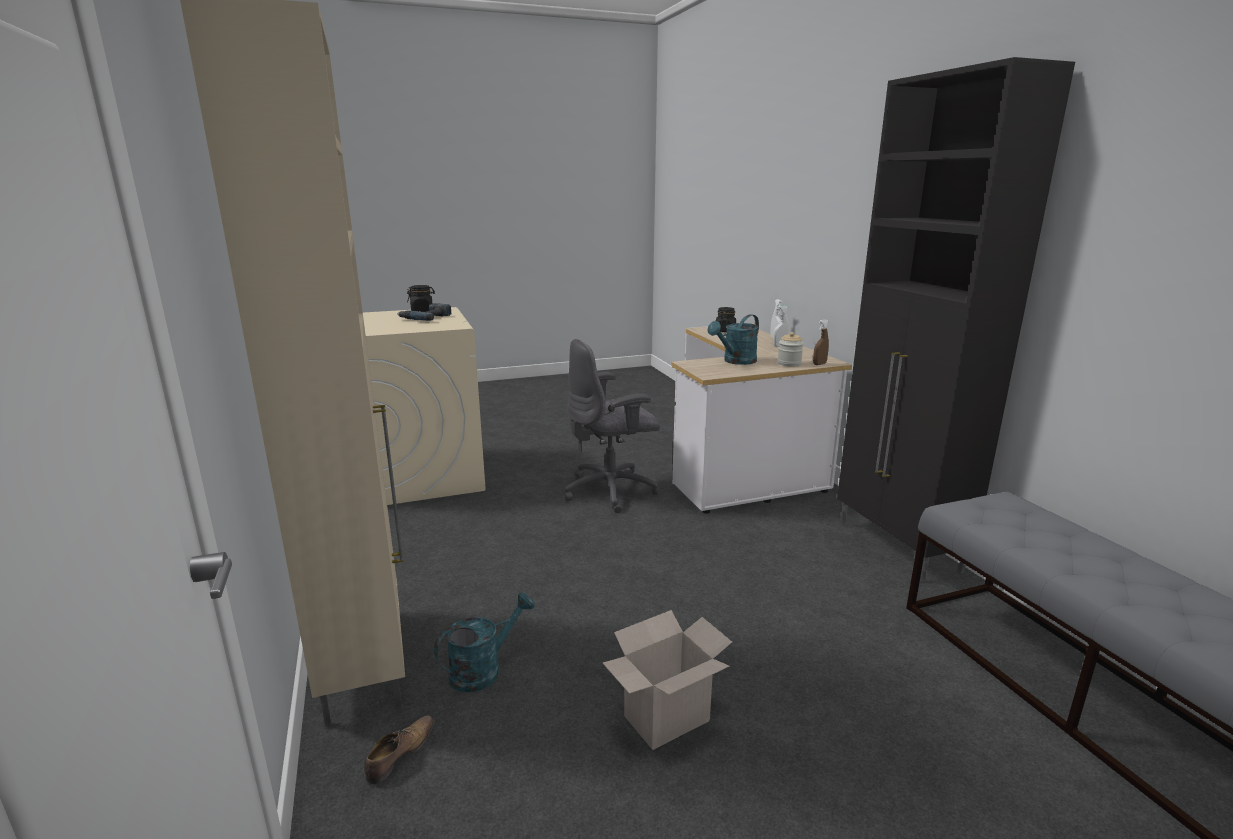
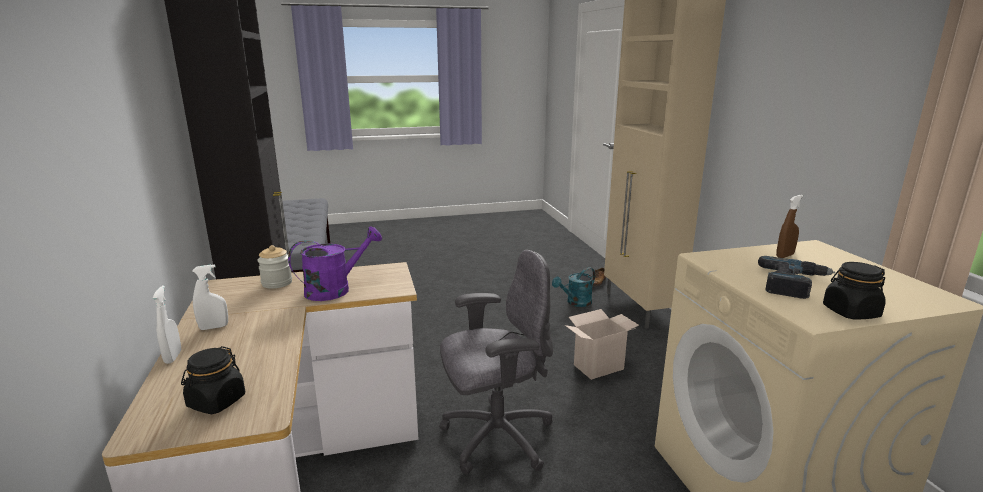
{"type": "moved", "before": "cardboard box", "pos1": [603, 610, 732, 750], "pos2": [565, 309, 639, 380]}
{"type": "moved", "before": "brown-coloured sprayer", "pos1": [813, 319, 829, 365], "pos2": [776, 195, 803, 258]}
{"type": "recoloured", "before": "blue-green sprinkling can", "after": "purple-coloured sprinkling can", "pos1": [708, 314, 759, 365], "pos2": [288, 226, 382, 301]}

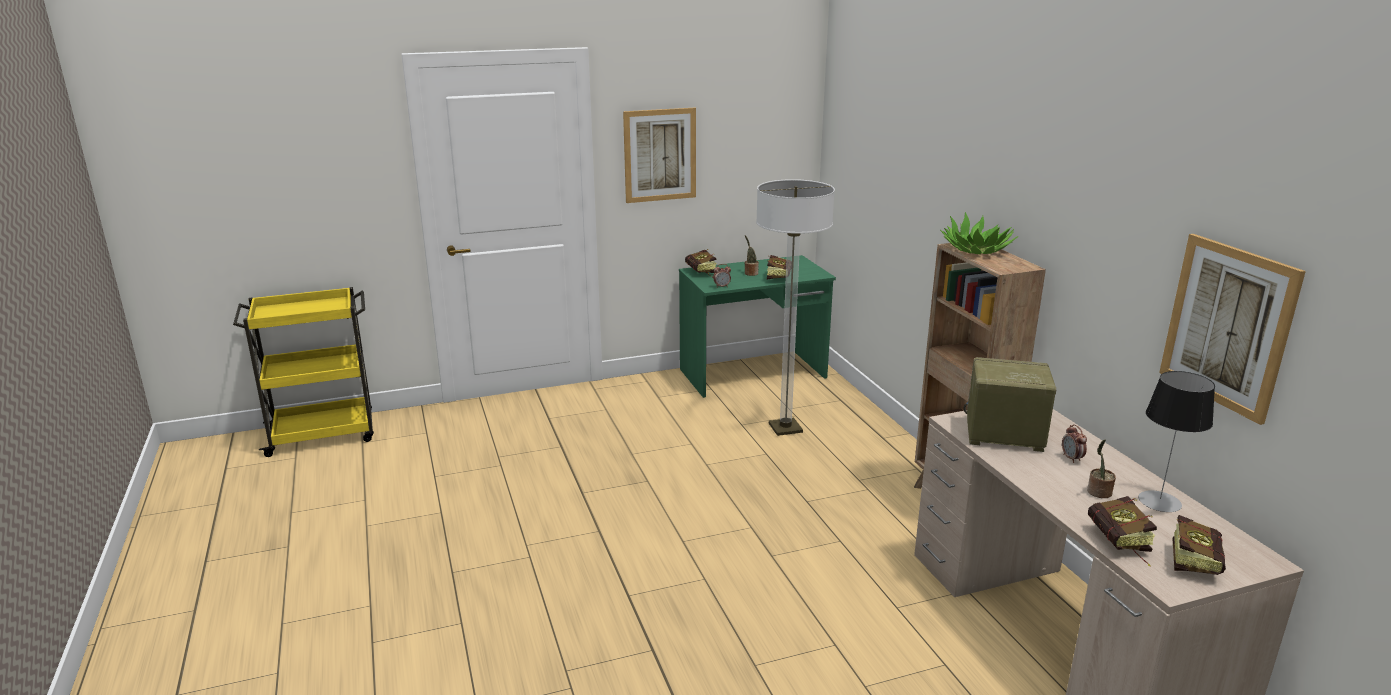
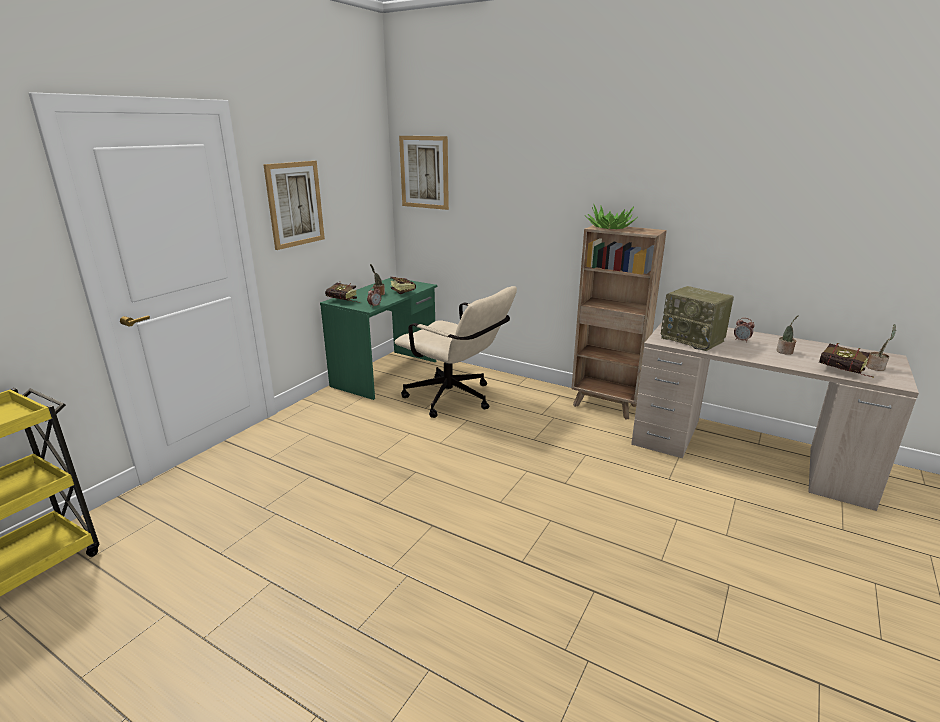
{"type": "removed", "before": "lamp for a table", "pos1": [1138, 371, 1215, 512]}
{"type": "moved", "before": "wall picture", "pos1": [1159, 234, 1306, 425], "pos2": [399, 136, 449, 210]}
{"type": "replaced", "before": "floor lamp", "after": "sand-coloured office chair", "pos1": [756, 179, 835, 436], "pos2": [395, 286, 517, 418]}
{"type": "replaced", "before": "bound book", "after": "houseplant", "pos1": [1173, 515, 1226, 575], "pos2": [866, 324, 896, 371]}
{"type": "turned", "before": "radio receiver", "pos1": [963, 357, 1056, 452], "pos2": [661, 286, 734, 351], "turn": -105}

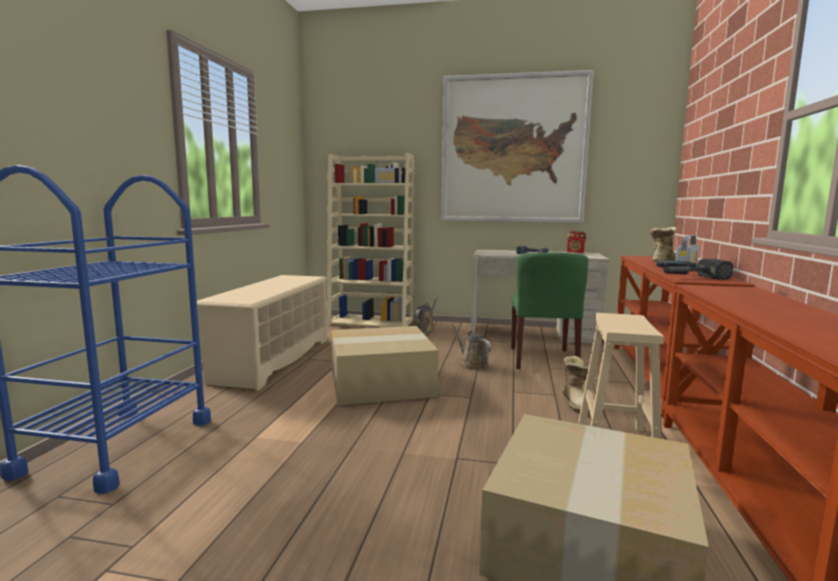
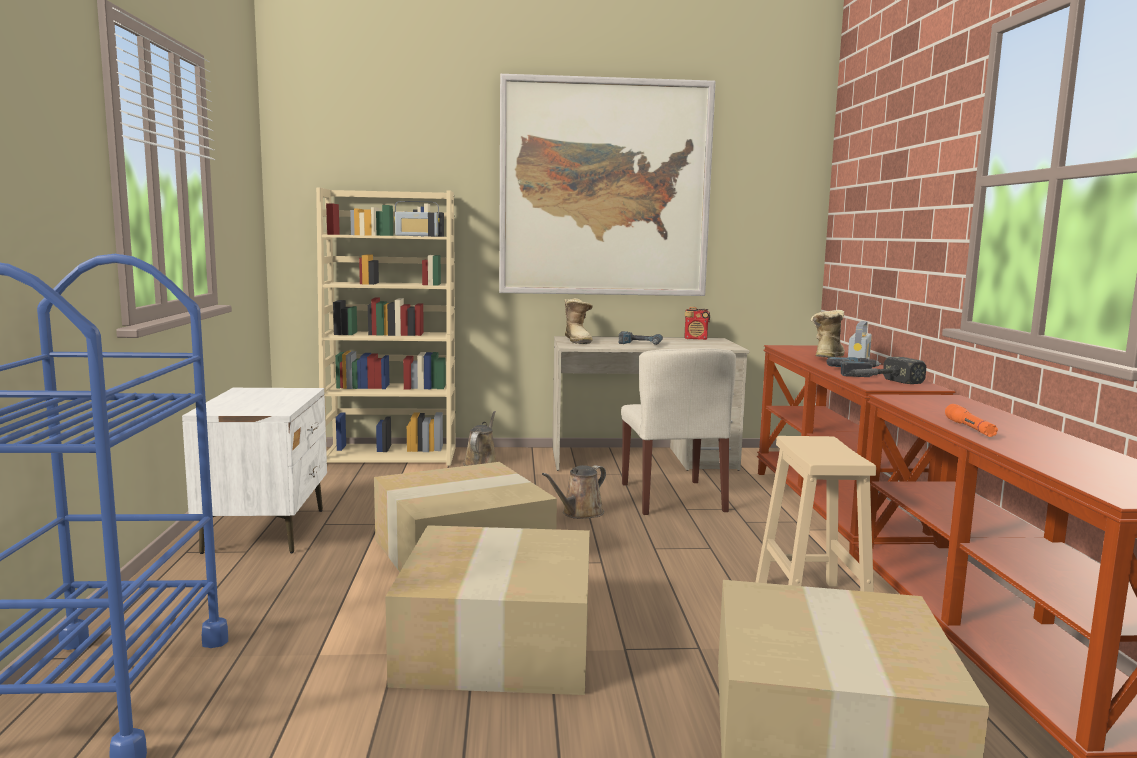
{"type": "added", "after": "cardboard box", "pos2": [385, 525, 590, 695]}
{"type": "added", "after": "orange flashlight", "pos2": [945, 404, 998, 437]}
{"type": "moved", "before": "high-top boot", "pos1": [563, 356, 590, 414], "pos2": [564, 298, 593, 344]}
{"type": "replaced", "before": "sand-coloured shoe rack", "after": "white night table", "pos1": [197, 275, 327, 391], "pos2": [182, 388, 327, 554]}
{"type": "recoloured", "before": "green chair", "after": "sand-coloured chair", "pos1": [511, 253, 588, 369], "pos2": [621, 348, 736, 515]}
{"type": "turned", "before": "brown-coloured sprinkling can", "pos1": [451, 322, 492, 370], "pos2": [542, 465, 606, 519], "turn": -90}

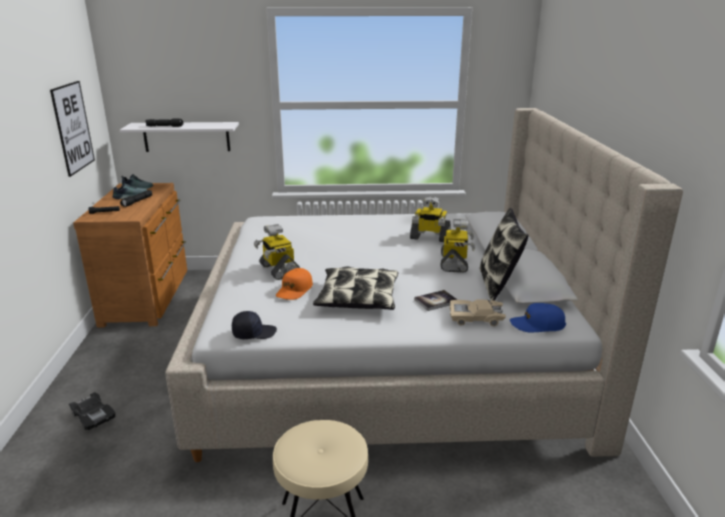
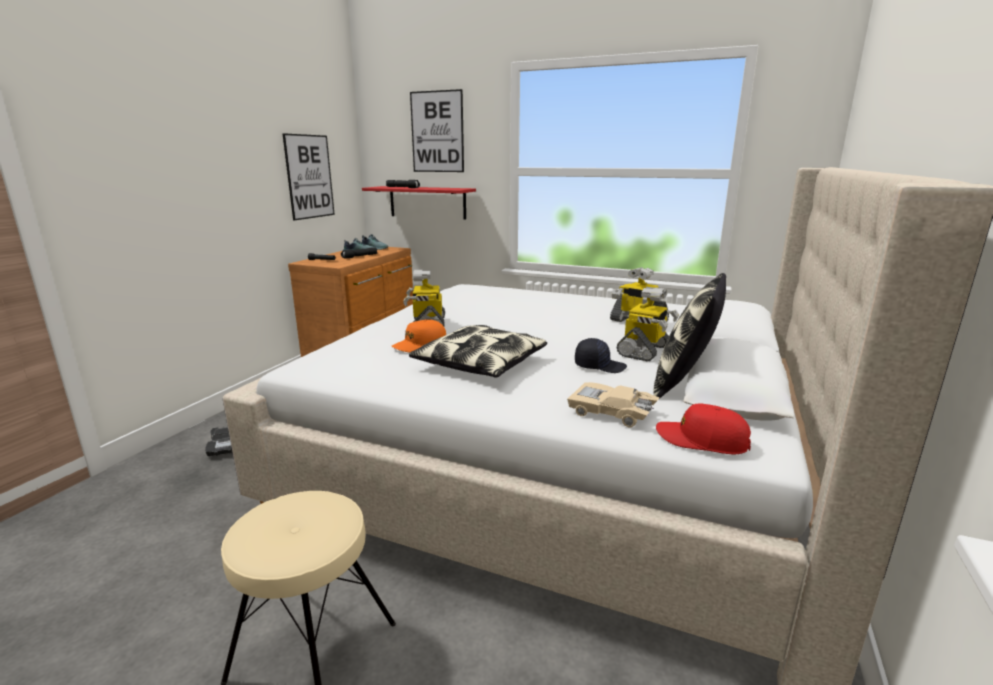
{"type": "removed", "before": "bound book", "pos1": [414, 290, 458, 311]}
{"type": "added", "after": "wall picture", "pos2": [410, 89, 464, 172]}
{"type": "moved", "before": "black peaked cap", "pos1": [232, 311, 277, 339], "pos2": [575, 338, 627, 373]}
{"type": "recoloured", "before": "white shelf", "after": "red shelf", "pos1": [120, 122, 239, 152], "pos2": [362, 186, 476, 220]}
{"type": "recoloured", "before": "blue peaked cap", "after": "red peaked cap", "pos1": [510, 303, 566, 333], "pos2": [656, 403, 751, 454]}

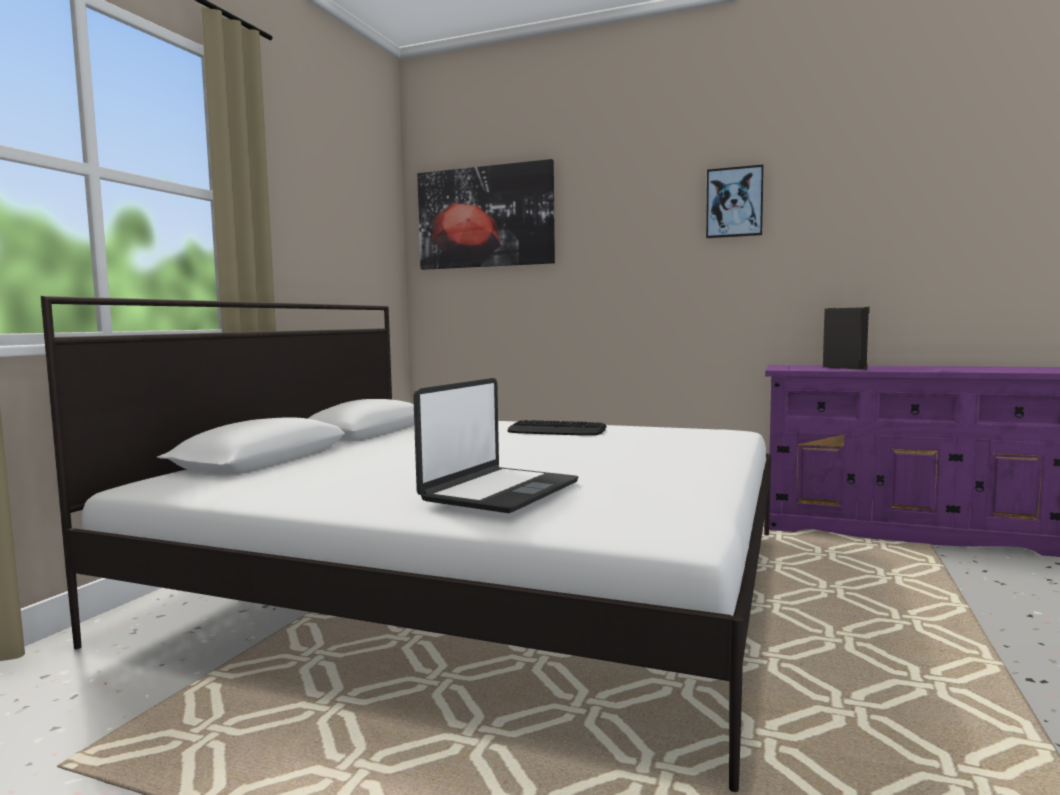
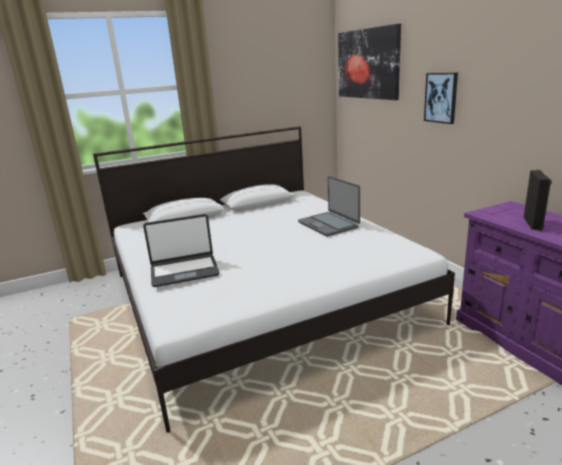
{"type": "moved", "before": "wall picture", "pos1": [706, 165, 764, 238], "pos2": [424, 73, 458, 124]}
{"type": "replaced", "before": "keyboard", "after": "notebook computer", "pos1": [508, 420, 607, 436], "pos2": [298, 176, 360, 237]}

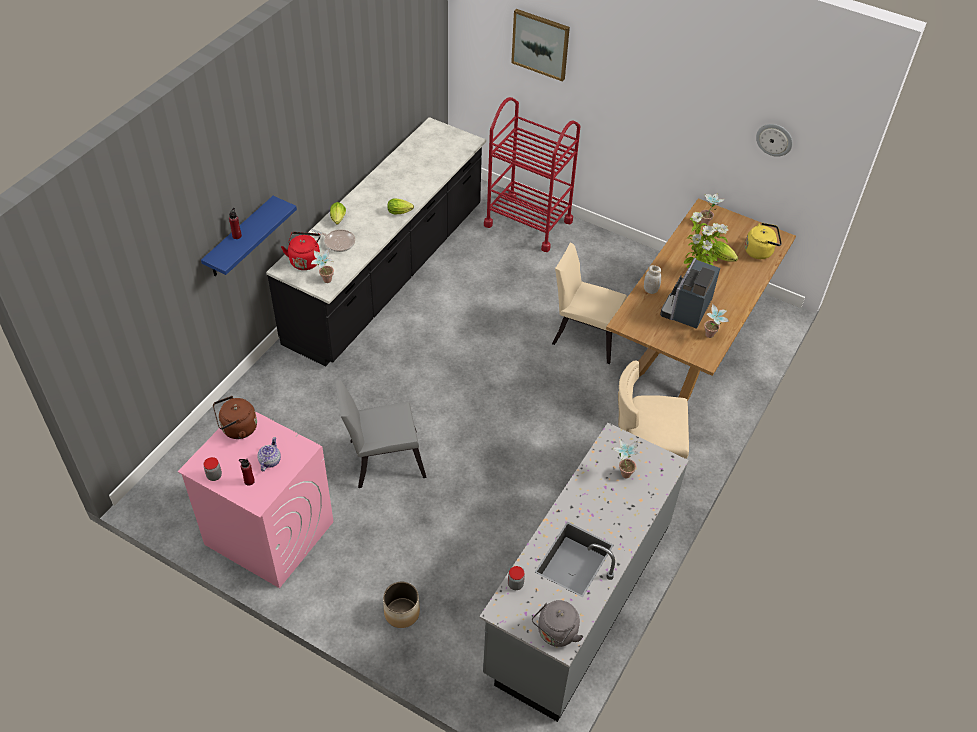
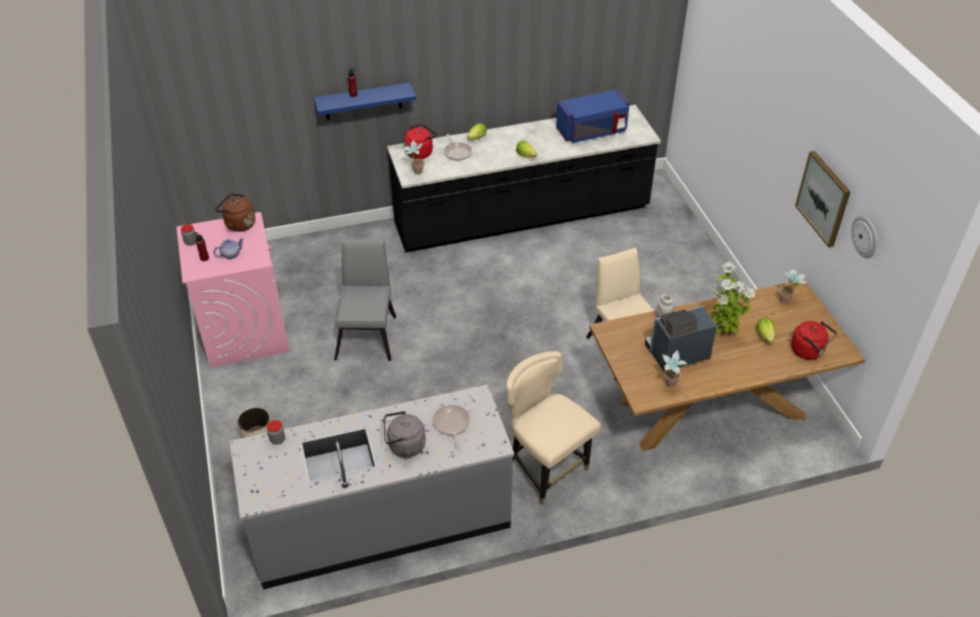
{"type": "removed", "before": "red wheeled cart", "pos1": [484, 97, 581, 252]}
{"type": "added", "after": "blue microwave oven", "pos2": [556, 89, 630, 143]}
{"type": "moved", "before": "wall picture", "pos1": [511, 9, 570, 82], "pos2": [795, 151, 851, 248]}
{"type": "moved", "before": "grey tea kettle", "pos1": [532, 600, 584, 647], "pos2": [384, 411, 426, 458]}
{"type": "replaced", "before": "houseplant", "after": "frying pan", "pos1": [612, 439, 638, 478], "pos2": [432, 405, 470, 450]}
{"type": "recoloured", "before": "yellowish tea kettle", "after": "red tea kettle", "pos1": [745, 223, 782, 259], "pos2": [791, 321, 837, 360]}
{"type": "turned", "before": "grey chair", "pos1": [335, 380, 427, 488], "pos2": [334, 238, 396, 361], "turn": 60}

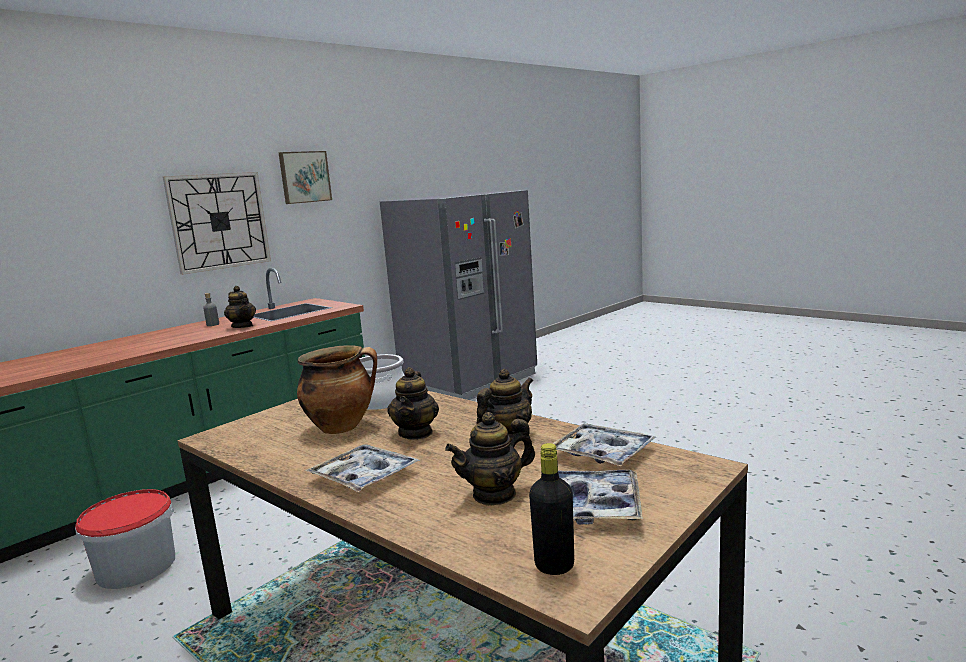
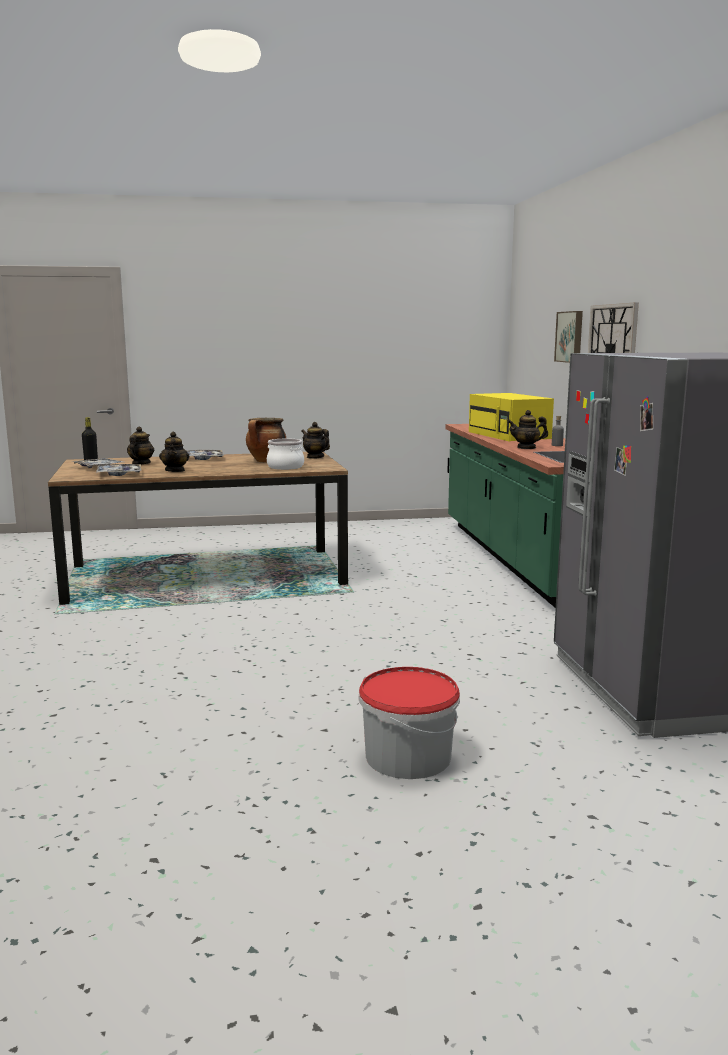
{"type": "added", "after": "yellowish microwave oven", "pos2": [469, 393, 554, 442]}
{"type": "moved", "before": "water bucket", "pos1": [75, 489, 175, 589], "pos2": [359, 667, 460, 779]}
{"type": "moved", "before": "wall picture", "pos1": [279, 151, 332, 204], "pos2": [554, 311, 583, 363]}
{"type": "moved", "before": "tea pot", "pos1": [387, 367, 439, 440], "pos2": [301, 422, 330, 459]}

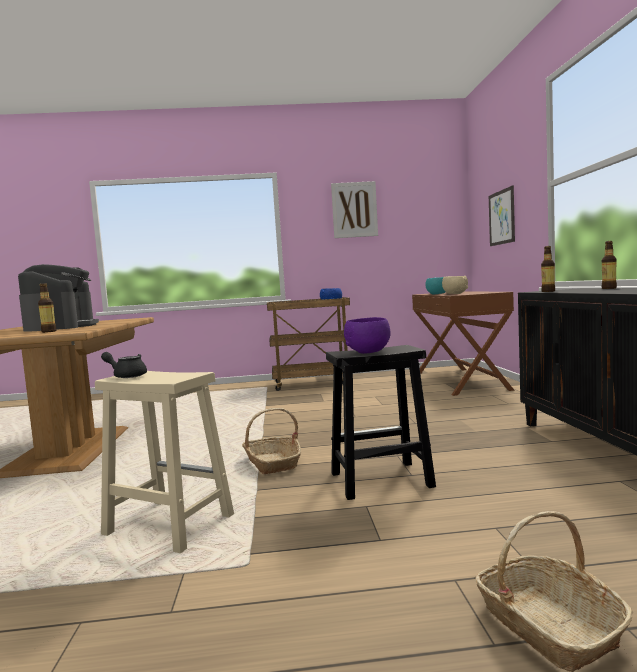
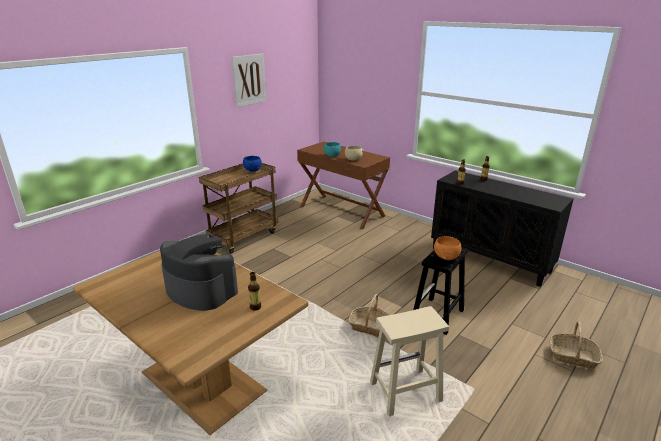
{"type": "removed", "before": "black tea pot", "pos1": [101, 352, 147, 378]}
{"type": "removed", "before": "wall picture", "pos1": [489, 185, 515, 246]}
{"type": "recoloured", "before": "purple-coloured serving bowl", "after": "orange serving bowl", "pos1": [344, 317, 391, 354], "pos2": [434, 236, 461, 260]}

